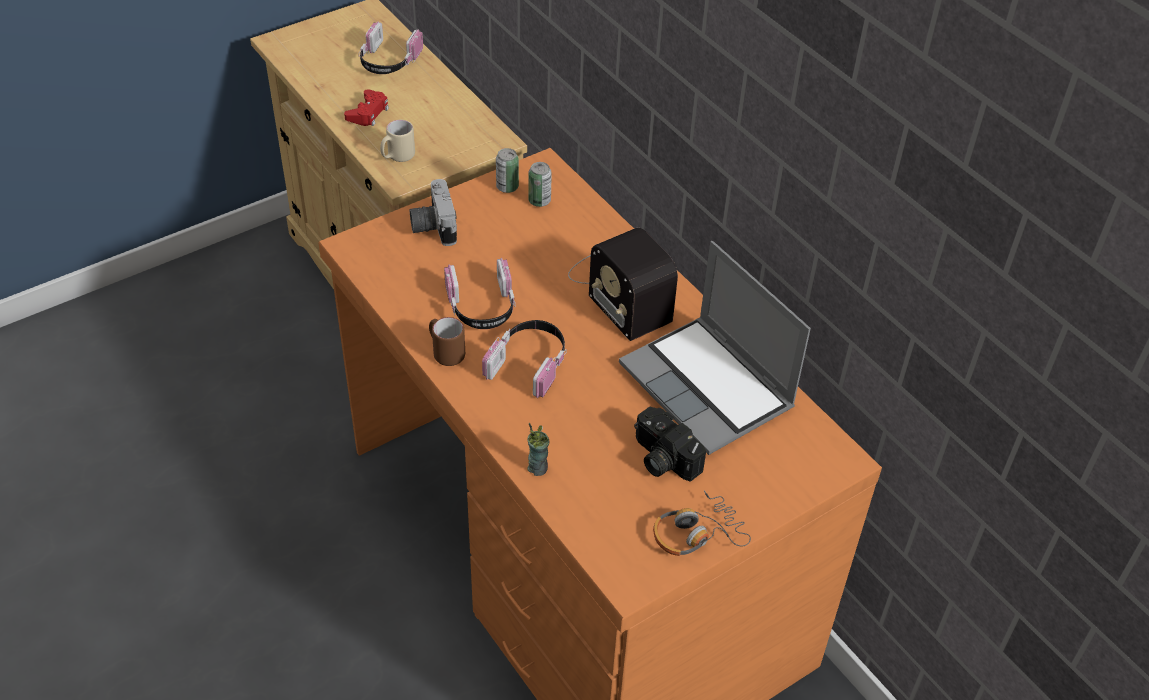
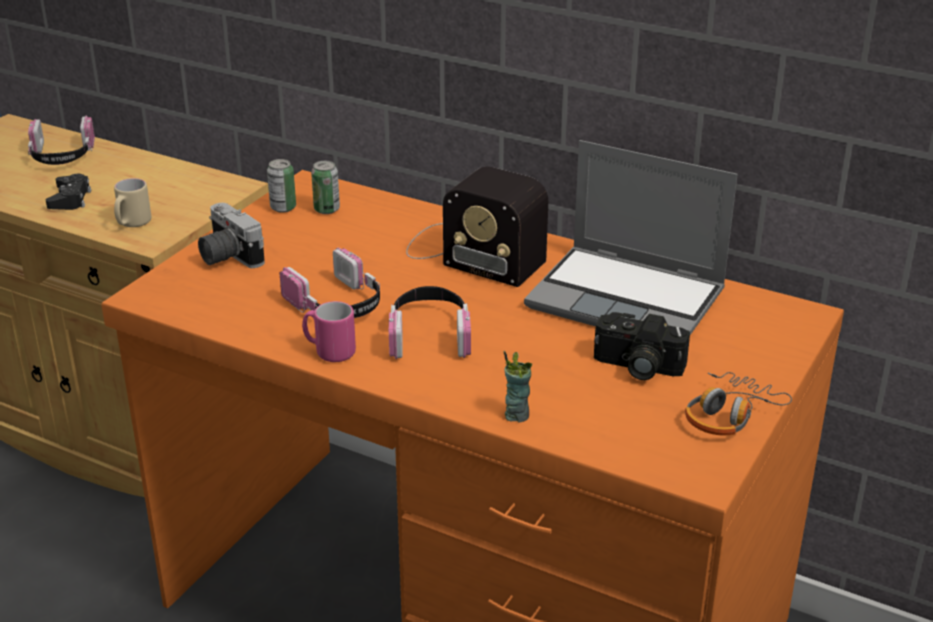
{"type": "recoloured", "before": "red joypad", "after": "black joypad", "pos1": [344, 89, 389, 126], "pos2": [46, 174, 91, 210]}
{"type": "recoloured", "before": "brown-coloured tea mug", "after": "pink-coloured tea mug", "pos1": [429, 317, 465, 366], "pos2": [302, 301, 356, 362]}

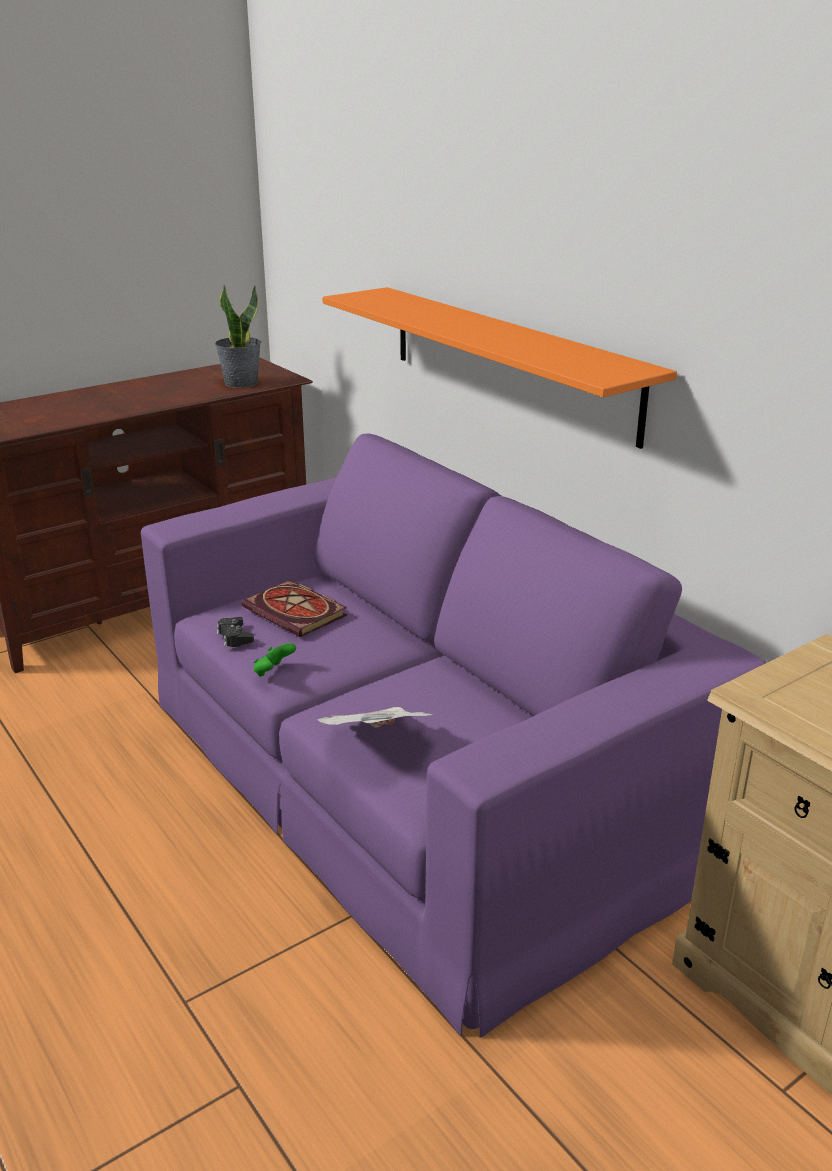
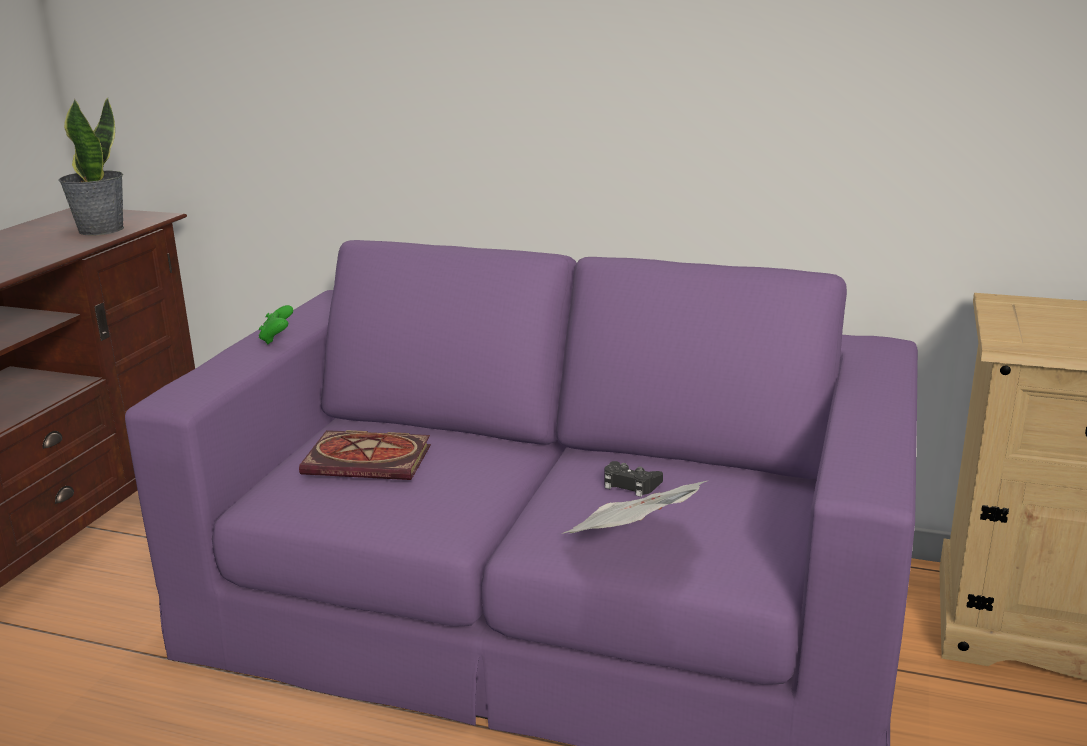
{"type": "removed", "before": "orange shelf", "pos1": [322, 287, 677, 449]}
{"type": "moved", "before": "black joypad", "pos1": [217, 617, 254, 647], "pos2": [604, 461, 663, 497]}
{"type": "moved", "before": "green joypad", "pos1": [253, 643, 296, 677], "pos2": [259, 305, 293, 344]}

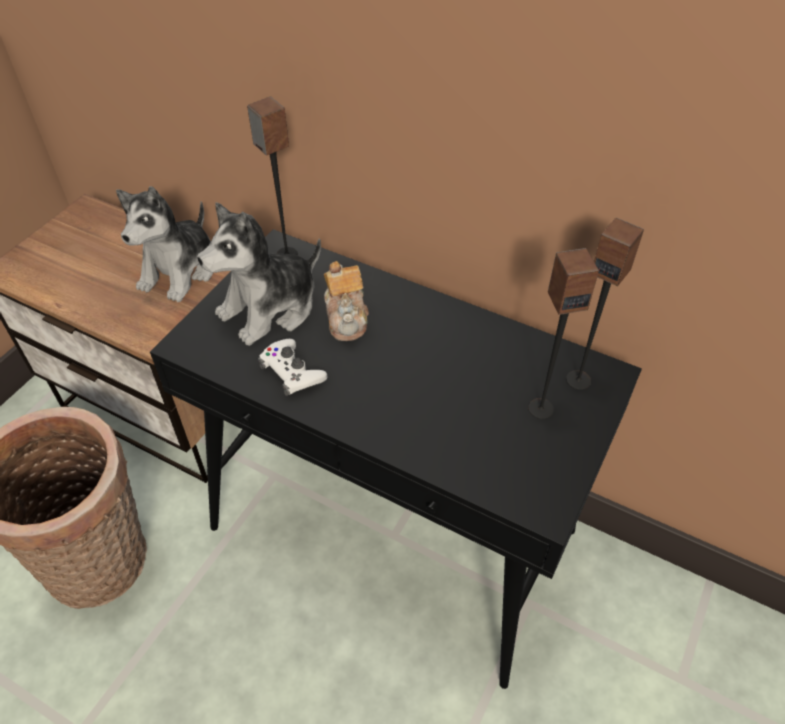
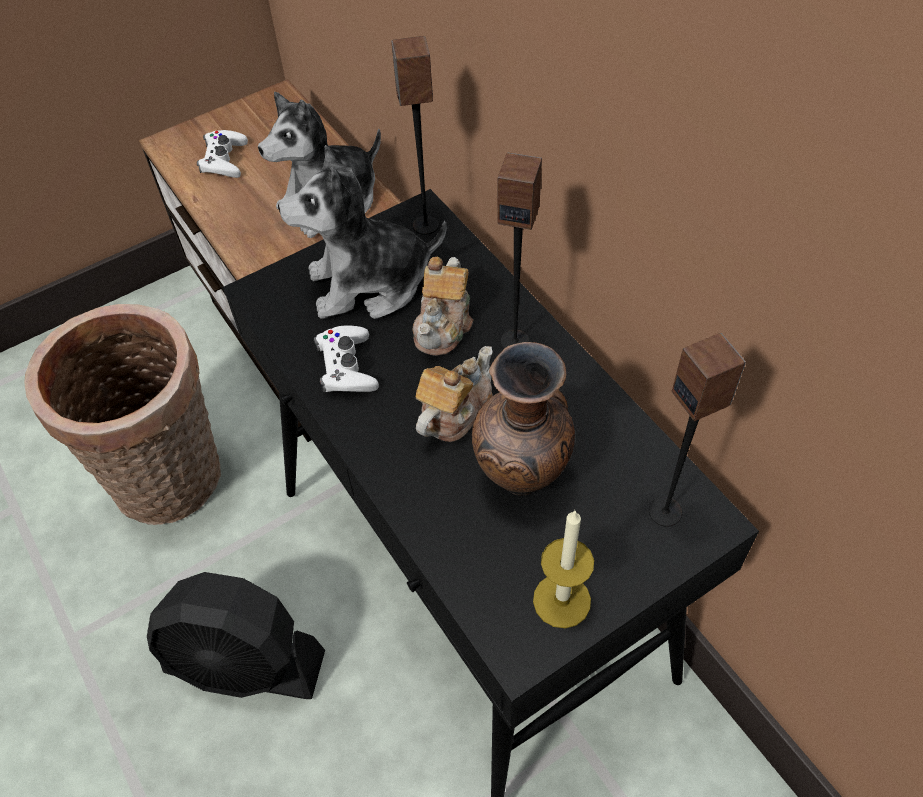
{"type": "added", "after": "black cooling fan", "pos2": [147, 572, 325, 699]}
{"type": "added", "after": "white joypad", "pos2": [197, 130, 248, 178]}
{"type": "added", "after": "tea pot", "pos2": [416, 346, 493, 442]}
{"type": "added", "after": "brown-coloured decorative vase", "pos2": [472, 342, 575, 496]}
{"type": "added", "after": "wax candle", "pos2": [533, 510, 594, 628]}
{"type": "moved", "before": "speaker", "pos1": [528, 248, 599, 419], "pos2": [498, 152, 542, 349]}

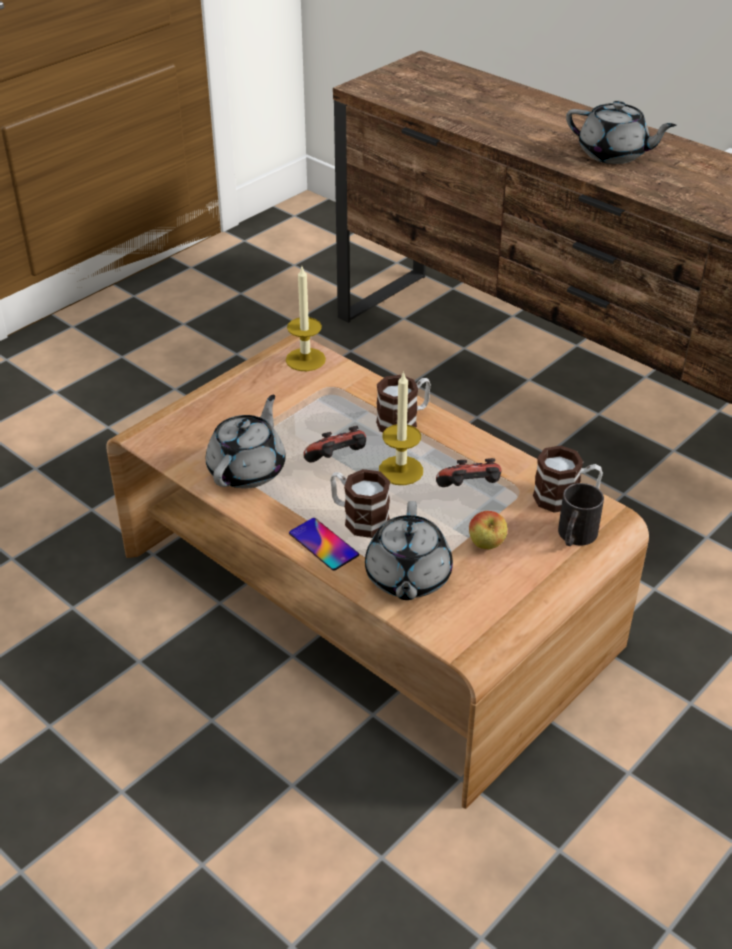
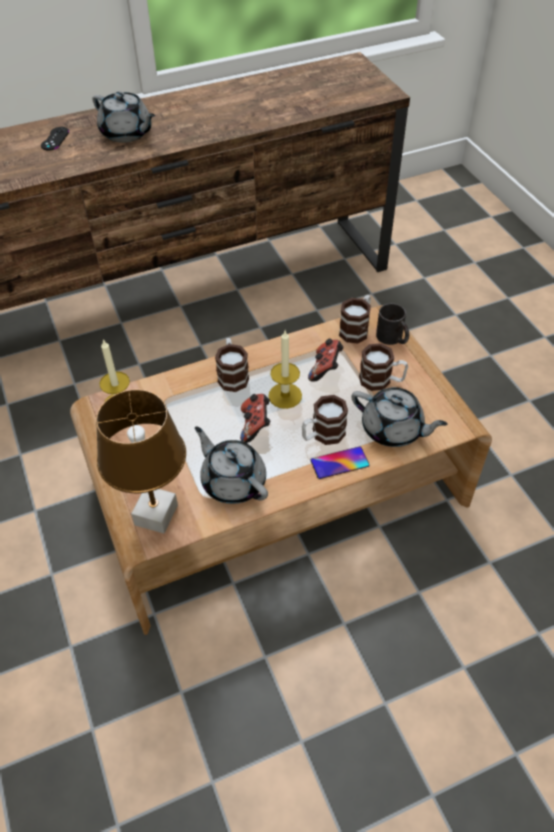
{"type": "added", "after": "black joypad", "pos2": [41, 127, 69, 150]}
{"type": "added", "after": "brown-coloured lamp for a table", "pos2": [96, 390, 186, 534]}
{"type": "replaced", "before": "whole apple", "after": "tea mug", "pos1": [469, 511, 507, 549], "pos2": [359, 343, 408, 391]}
{"type": "turned", "before": "grey tea pot", "pos1": [566, 101, 676, 164], "pos2": [92, 91, 156, 142], "turn": 75}

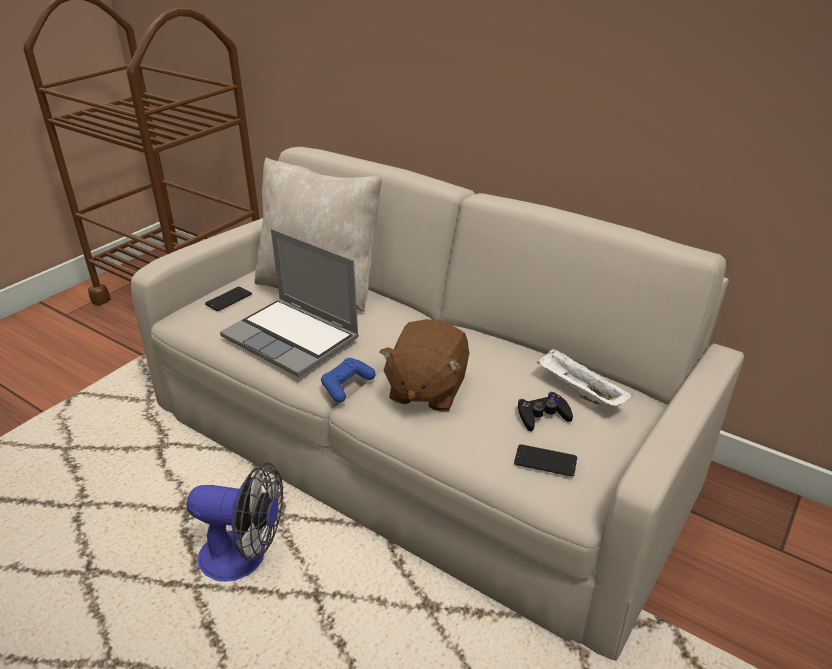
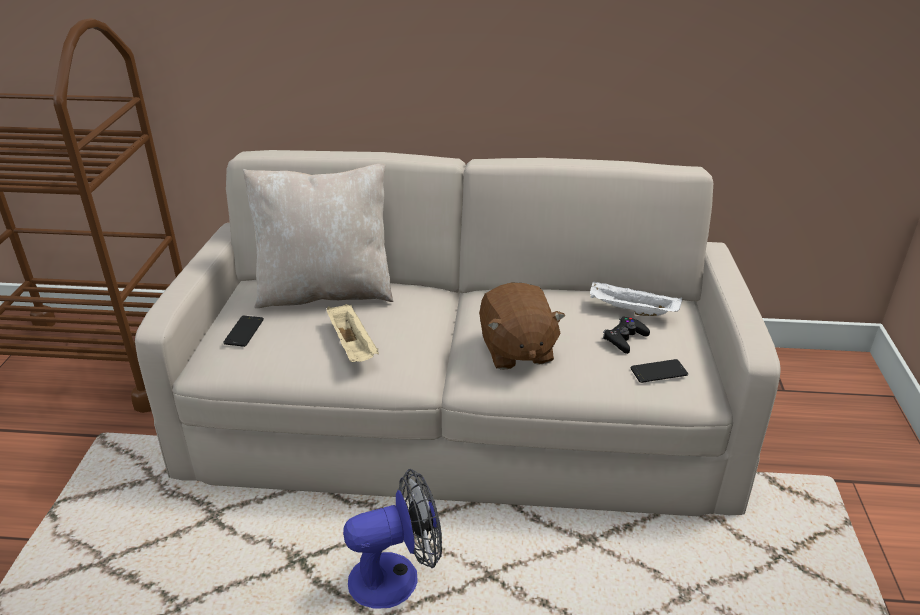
{"type": "removed", "before": "blue joypad", "pos1": [321, 358, 376, 402]}
{"type": "replaced", "before": "notebook computer", "after": "sand-coloured serving tray", "pos1": [220, 229, 359, 377], "pos2": [327, 304, 379, 362]}

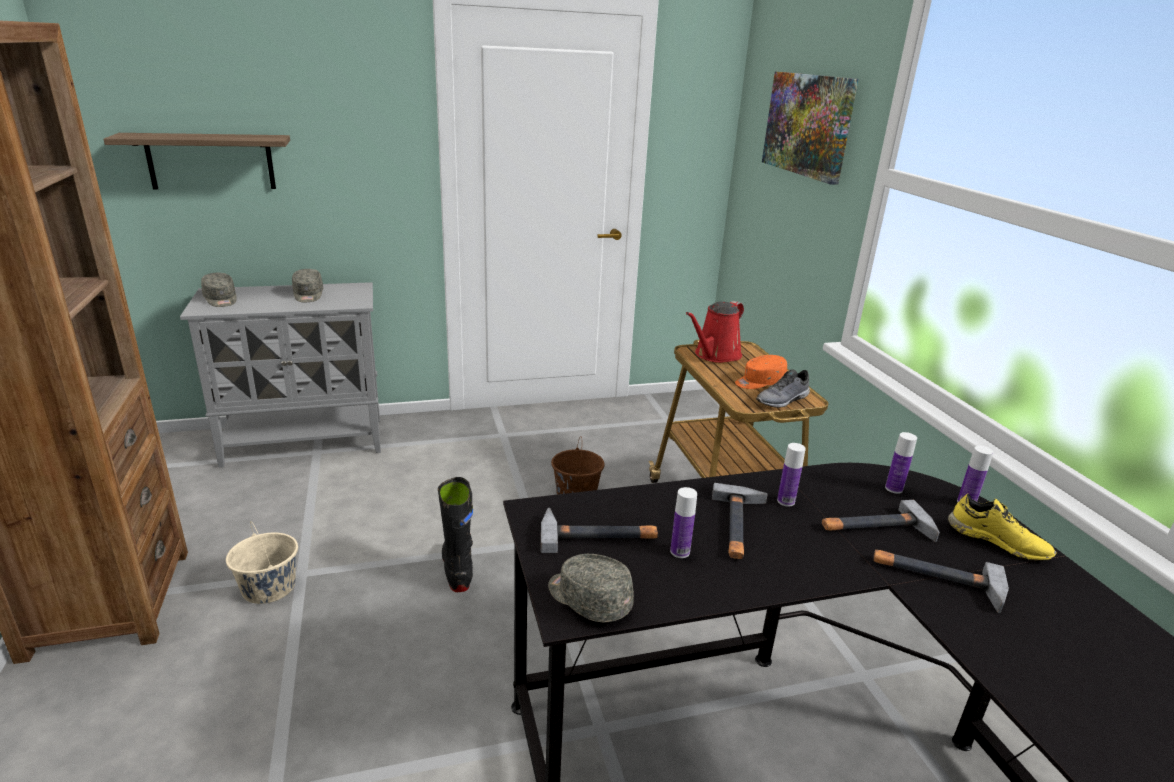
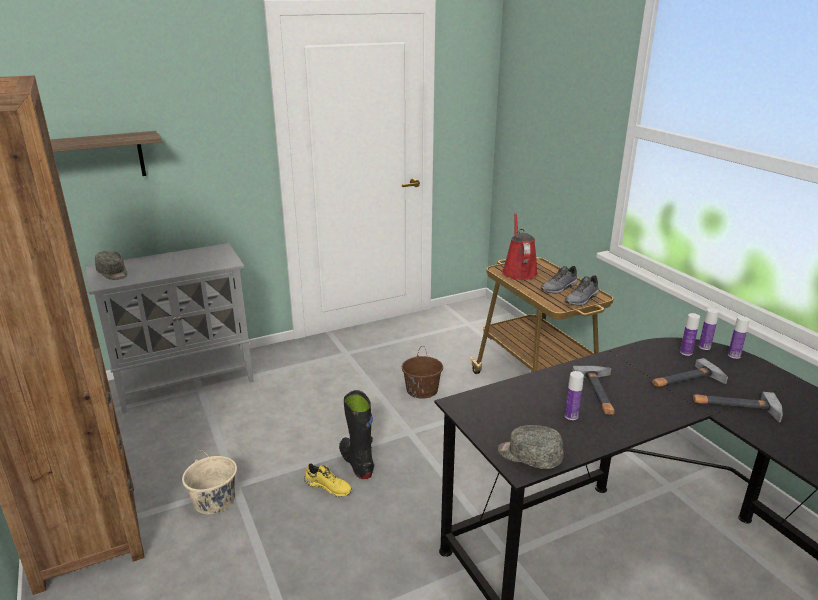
{"type": "removed", "before": "grey peaked cap", "pos1": [292, 269, 323, 302]}
{"type": "removed", "before": "hand hammer", "pos1": [541, 508, 658, 553]}
{"type": "removed", "before": "wall picture", "pos1": [762, 72, 858, 185]}
{"type": "moved", "before": "drink bottle", "pos1": [777, 443, 806, 507], "pos2": [699, 308, 719, 350]}
{"type": "moved", "before": "yellowish low shoe", "pos1": [948, 494, 1057, 560], "pos2": [304, 463, 352, 497]}
{"type": "replaced", "before": "orange peaked cap", "after": "grey low shoe", "pos1": [735, 355, 787, 389], "pos2": [540, 266, 578, 294]}
{"type": "turned", "before": "red sprinkling can", "pos1": [686, 301, 744, 363], "pos2": [502, 213, 538, 280], "turn": 150}

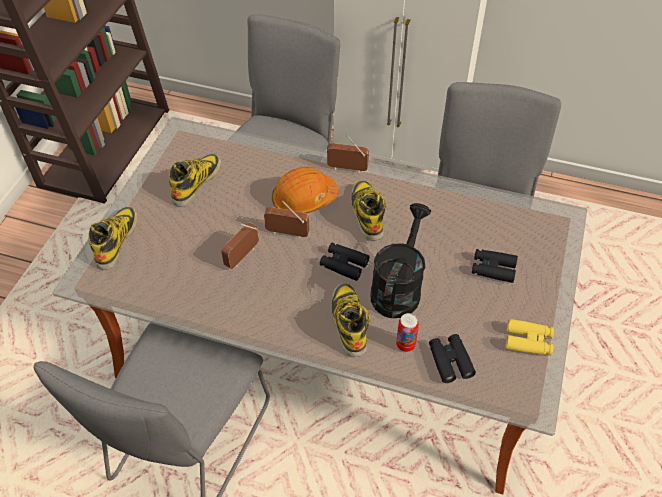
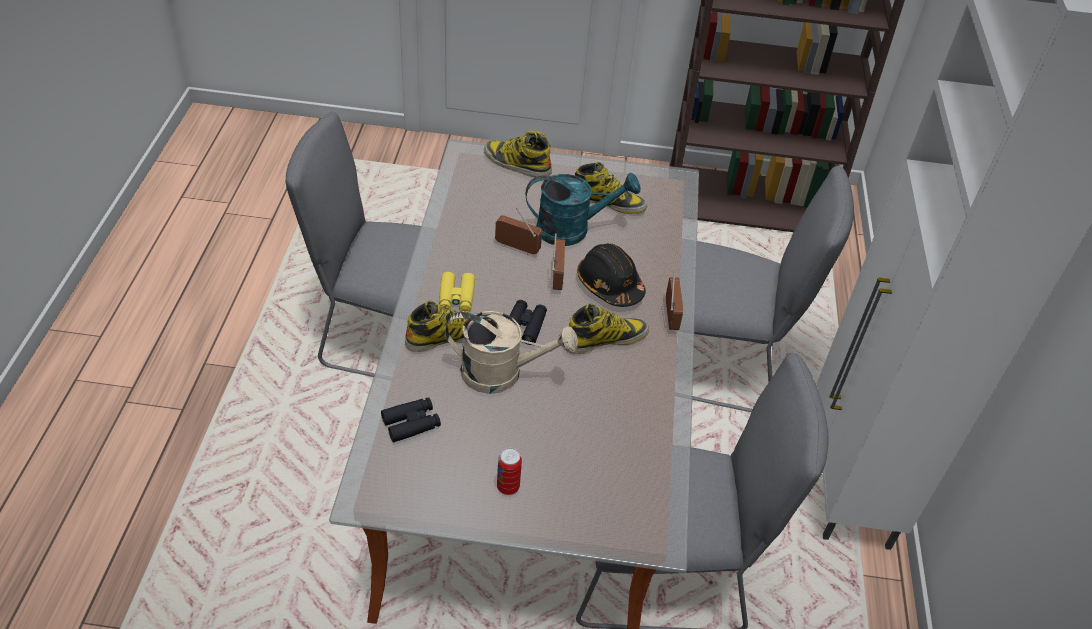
{"type": "removed", "before": "black field glasses", "pos1": [472, 249, 518, 283]}
{"type": "added", "after": "blue-green sprinkling can", "pos2": [526, 173, 641, 246]}
{"type": "moved", "before": "sealed can", "pos1": [396, 313, 419, 352], "pos2": [497, 448, 522, 495]}
{"type": "moved", "before": "yellowish field glasses", "pos1": [506, 319, 554, 356], "pos2": [439, 272, 475, 313]}
{"type": "recoloured", "before": "orange hard hat", "after": "black hard hat", "pos1": [272, 167, 338, 214], "pos2": [577, 243, 646, 307]}
{"type": "recoloured", "before": "black sprinkling can", "after": "sand-coloured sprinkling can", "pos1": [370, 203, 431, 318], "pos2": [445, 311, 578, 394]}
{"type": "turned", "before": "high-top boot", "pos1": [88, 206, 138, 270], "pos2": [484, 131, 552, 177], "turn": -150}

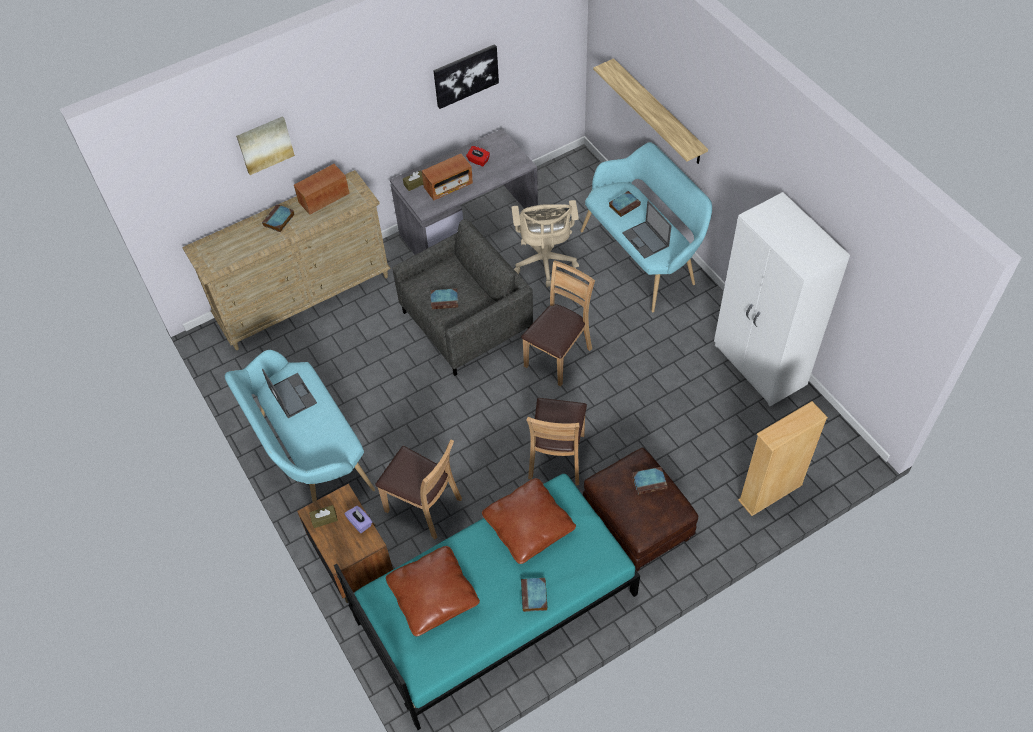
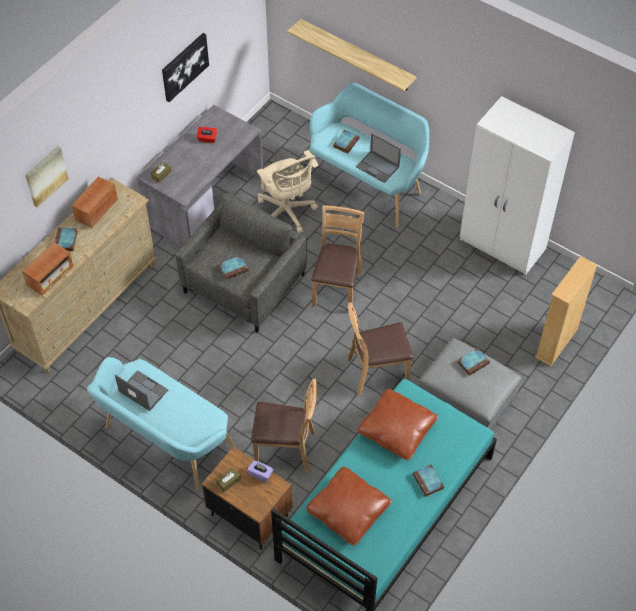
{"type": "moved", "before": "radio receiver", "pos1": [422, 154, 473, 200], "pos2": [22, 242, 74, 296]}
{"type": "recoloured", "before": "brown-coloured ottoman", "after": "grey ottoman", "pos1": [583, 448, 699, 571], "pos2": [419, 338, 521, 430]}
{"type": "turned", "before": "brown-coloured chair", "pos1": [526, 398, 587, 485], "pos2": [347, 302, 414, 396], "turn": 90}

